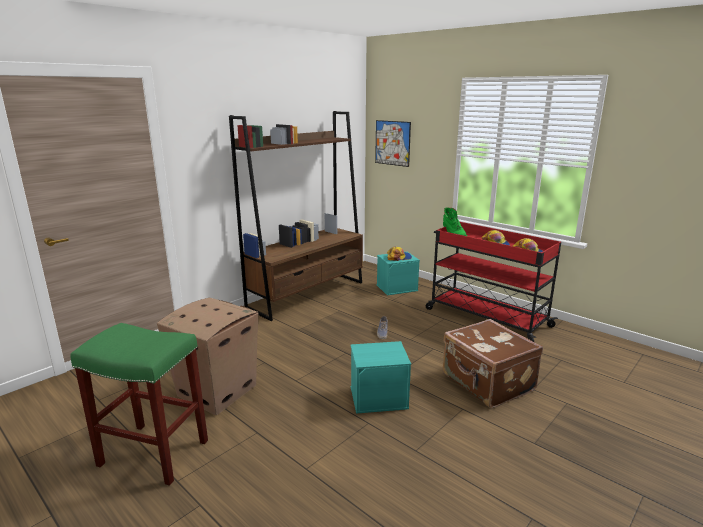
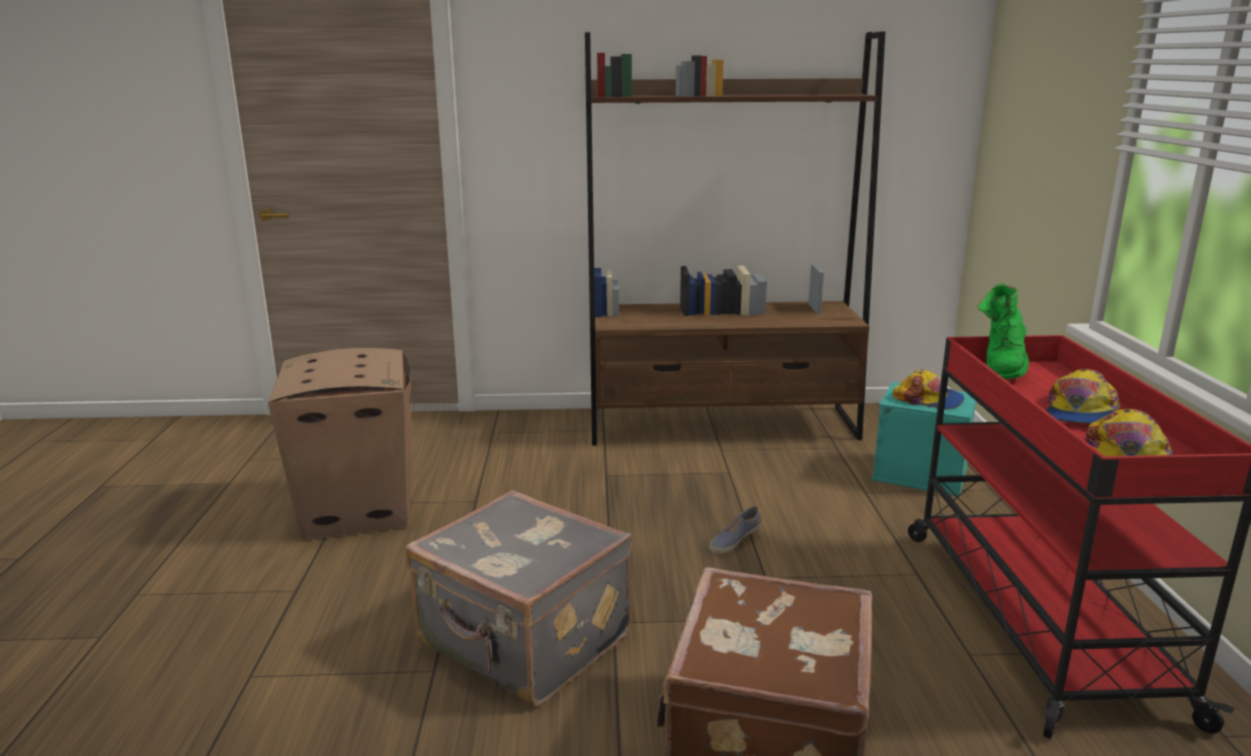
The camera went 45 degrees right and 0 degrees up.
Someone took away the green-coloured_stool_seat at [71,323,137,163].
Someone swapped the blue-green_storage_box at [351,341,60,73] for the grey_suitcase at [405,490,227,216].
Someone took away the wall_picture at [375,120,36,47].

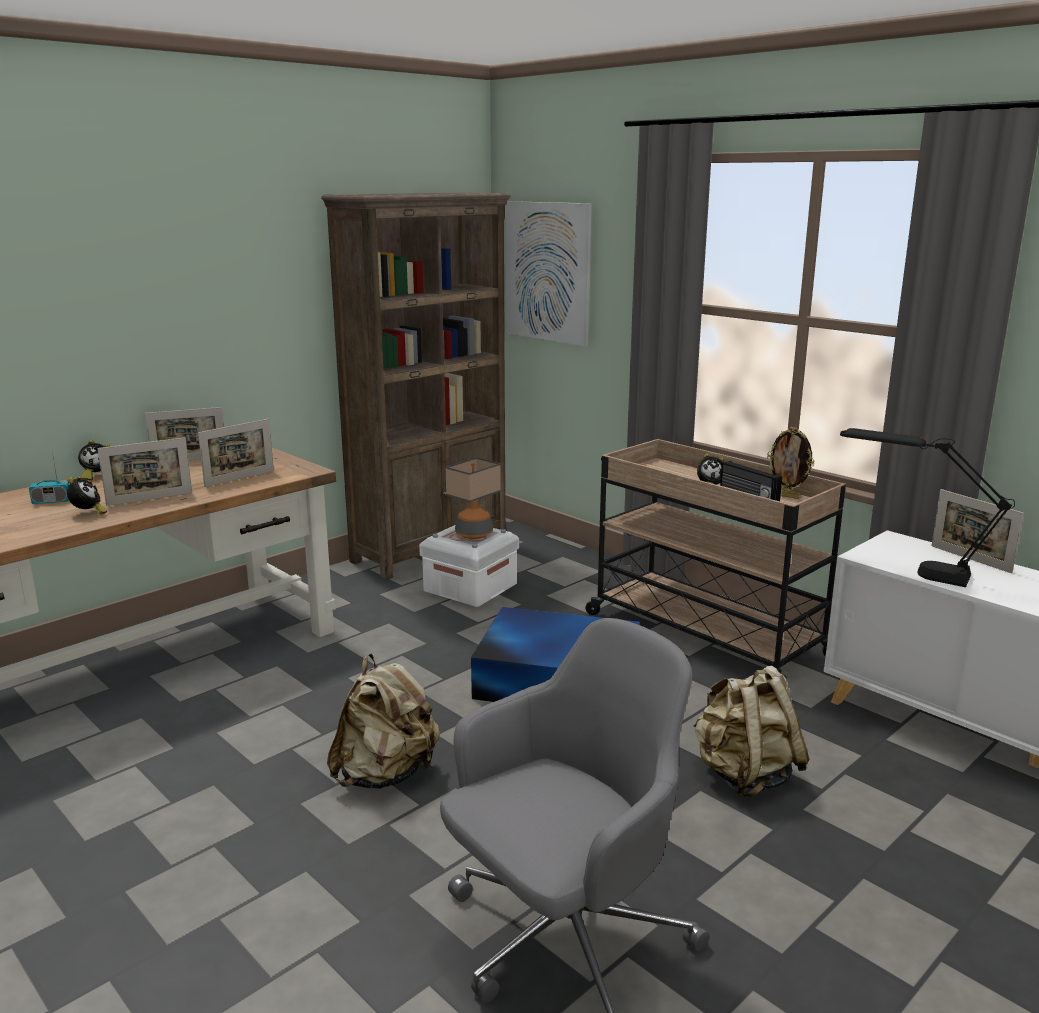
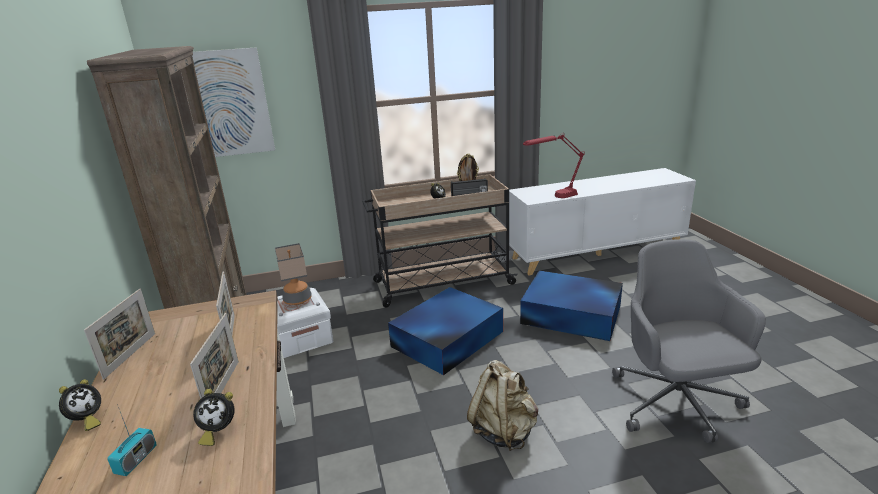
The camera went 60 degrees left and 5 degrees up.
Someone rotated the table_clock at [67,476,41,39] by 150 degrees clockwise.
Someone swapped the sand-coloured_knapsack at [693,666,116,131] for the bluish_storage_box at [520,271,103,70].
Someone repainted the blackish_lamp_for_a_table at [840,428,175,159], which became the red_lamp_for_a_table at [523,133,62,65].
Someone took away the photo_frame at [931,489,93,84].

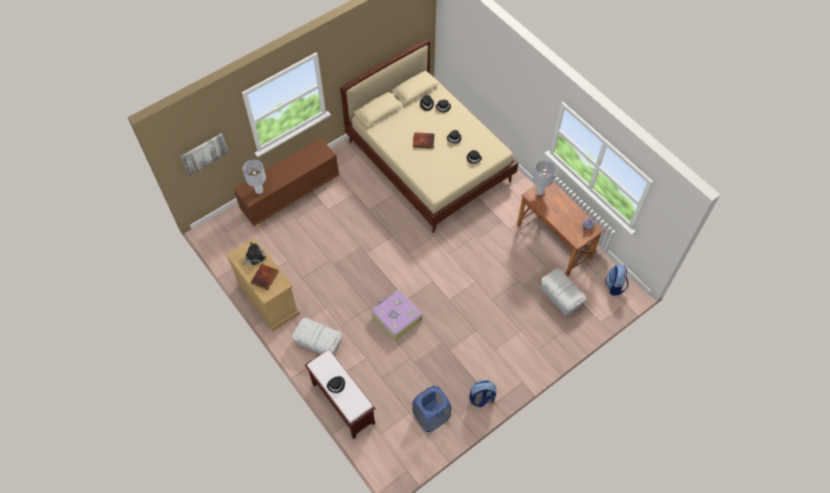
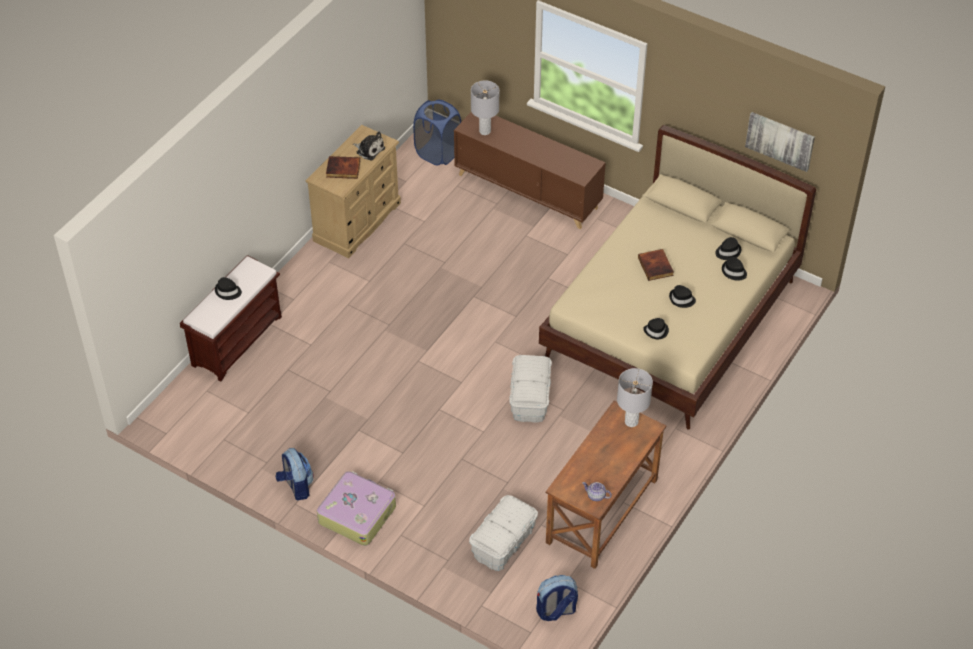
The camera went 70 degrees right and 10 degrees down.
Someone carried the wall_picture from [181,133,48,43] to [745,112,70,60].
Someone carried the white-coloured_storage_box from [293,318,49,37] to [509,355,43,68].
Someone carried the suitcase from [372,290,50,50] to [317,471,79,75].
Someone carried the bluish_laundry_basket from [412,386,39,46] to [413,100,48,66].

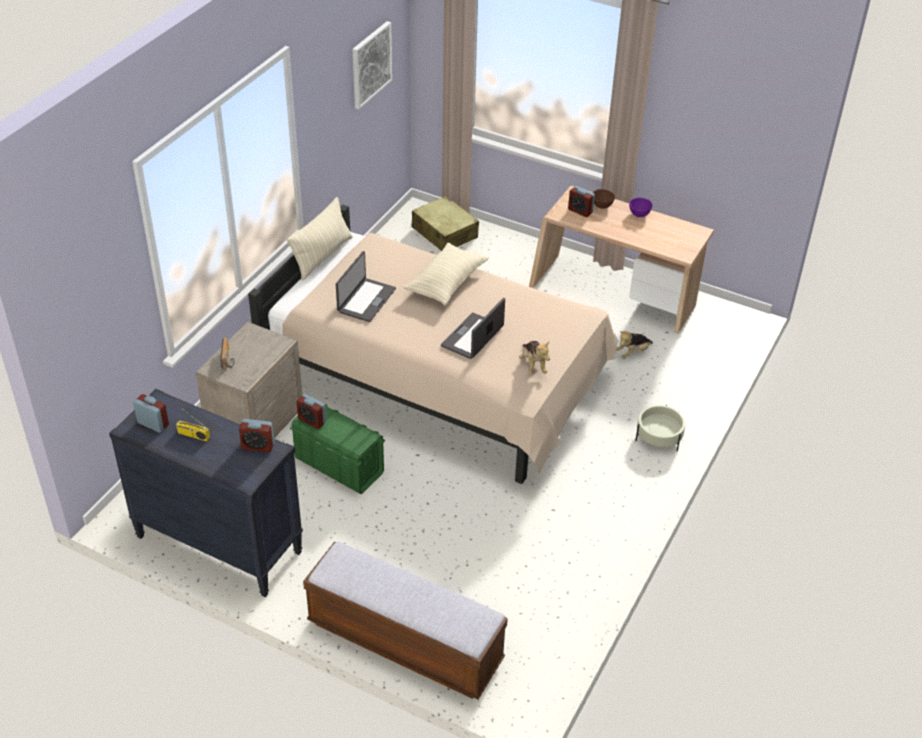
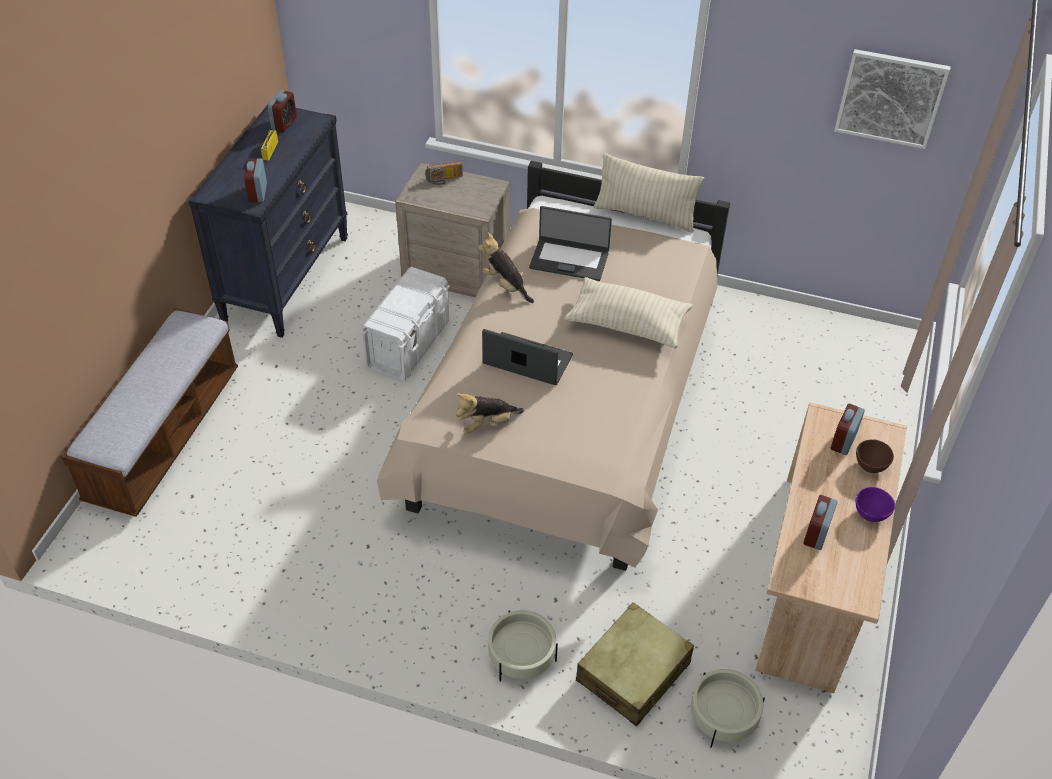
The camera went 80 degrees right and 5 degrees up.
Someone repainted the green-coloured_storage_box at [290,404,95,90], which became the white-coloured_storage_box at [359,267,91,115].
Someone carried the table_clock from [296,394,30,35] to [803,495,35,55].
Someone carried the sand-coloured_suitcase from [412,196,67,55] to [576,602,118,124].
Someone carried the cuddly_toy from [616,331,37,28] to [478,233,56,70].
Someone put down the sand-coloured_flower_pot at [691,669,74,79].

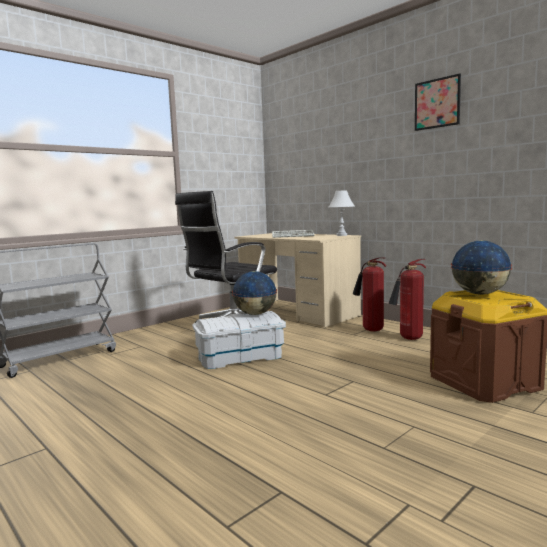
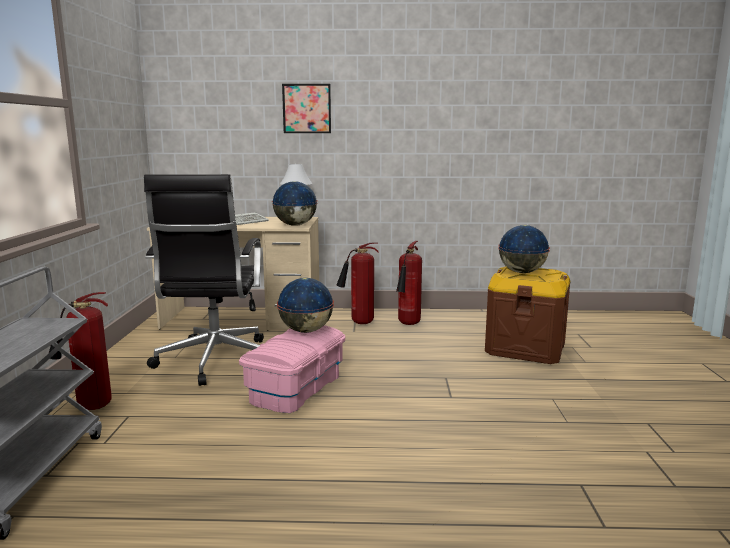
The camera went 45 degrees left and 5 degrees up.
Someone repainted the white-coloured_storage_box at [192,311,94,58], which became the pink-coloured_storage_box at [239,325,106,88].
Someone carried the wall_picture from [415,74,46,57] to [282,84,49,49].
Someone put down the extinguisher at [49,292,63,118].
Someone put down the desk_globe at [272,181,46,45].

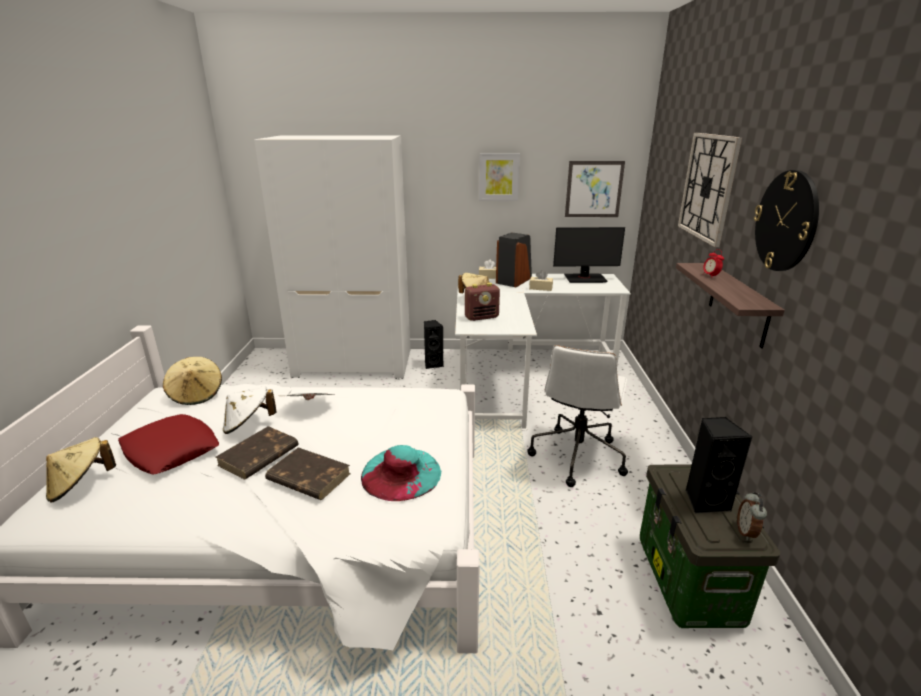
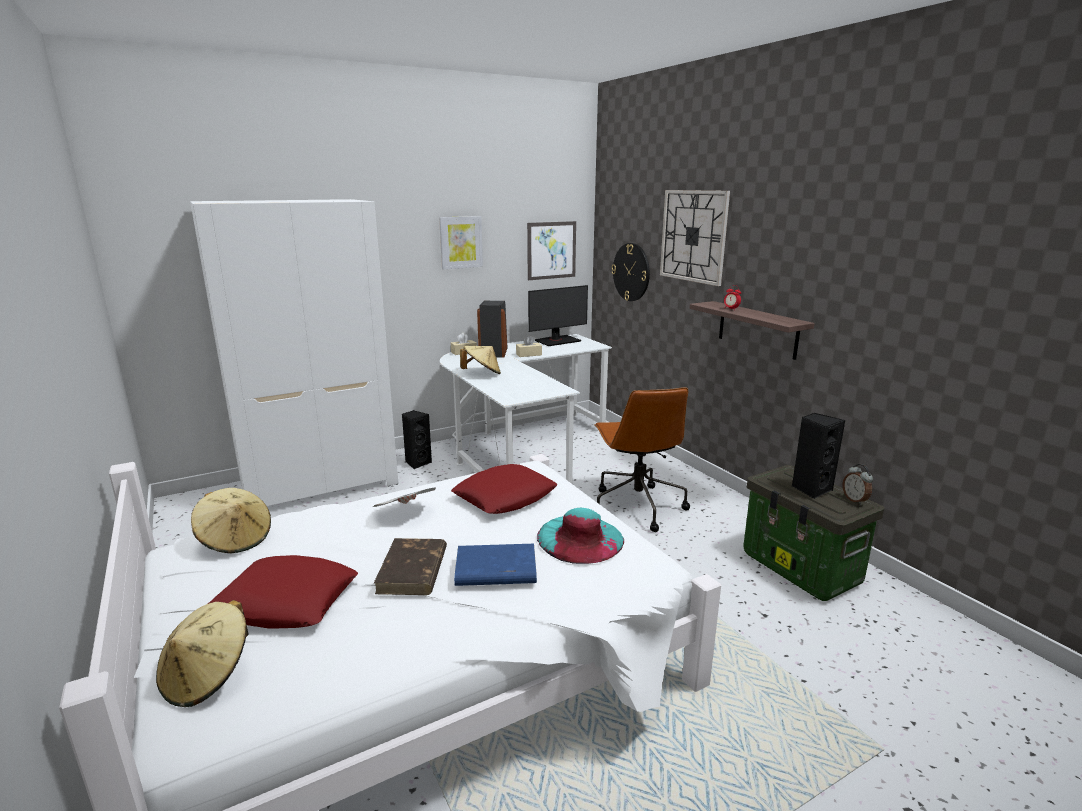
The camera went 30 degrees left and 5 degrees down.
Someone took away the white-coloured_wearable_hat at [223,386,54,48].
Someone repainted the brown_volume at [265,447,85,53], which became the bluish_volume at [454,544,83,42].
Someone took away the radio_receiver at [465,283,35,38].
Someone repainted the white-coloured_office_chair at [527,345,101,142], which became the brown_office_chair at [594,387,96,145].
Someone carried the clock_on_the_wall from [754,170,65,101] to [612,243,38,58].
Someone put down the red_cushion at [451,464,107,50].

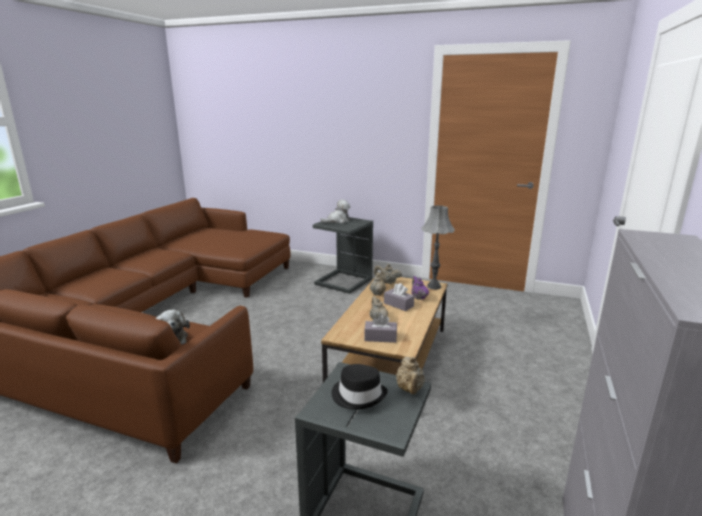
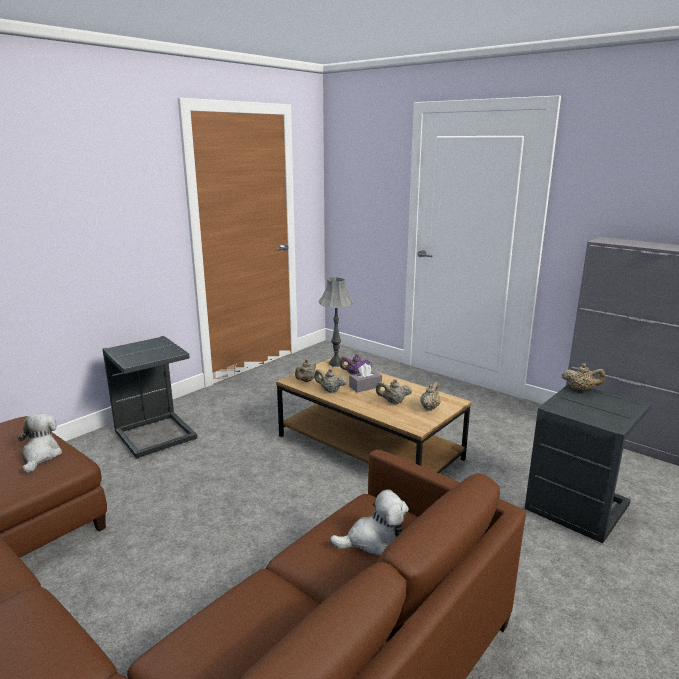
The camera went 70 degrees left and 0 degrees up.
Someone carried the cuddly_toy from [320,200,31,23] to [17,414,45,59].
Someone took away the blackish_wearable_hat at [332,364,56,46].
Someone swapped the grey_tissue_holder at [364,314,33,29] for the sand-coloured_tea_pot at [420,382,21,29].

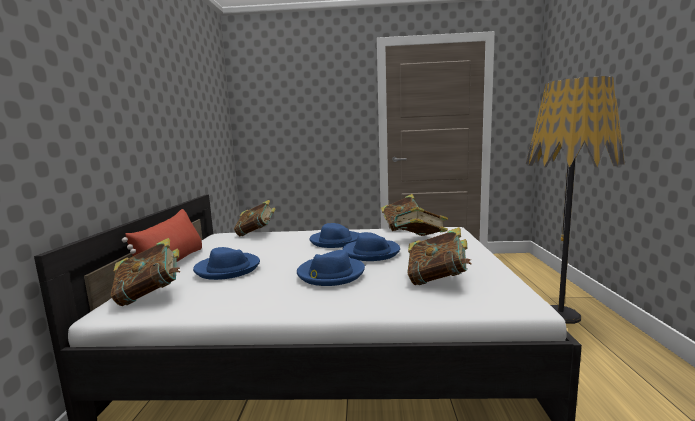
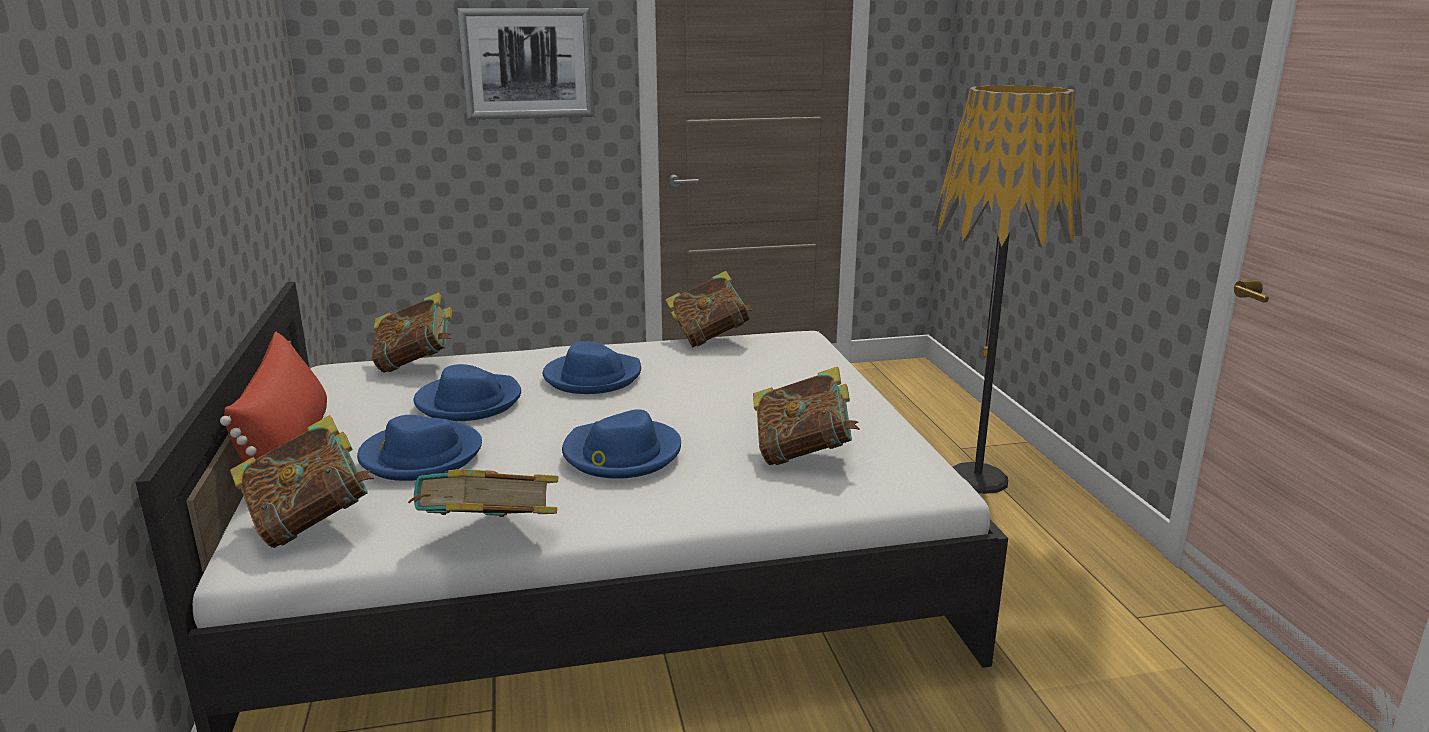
The camera went 15 degrees left and 10 degrees up.
Someone carried the bluish_wearable_hat from [342,232,58,29] to [414,364,107,57].
Someone carried the volume from [394,207,54,29] to [408,469,150,48].
Someone put up the wall_picture at [457,8,138,112].

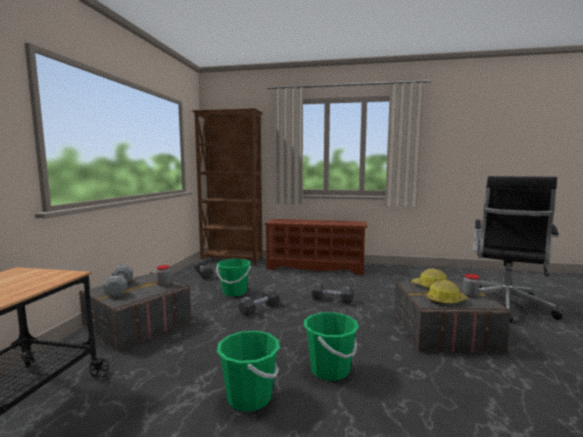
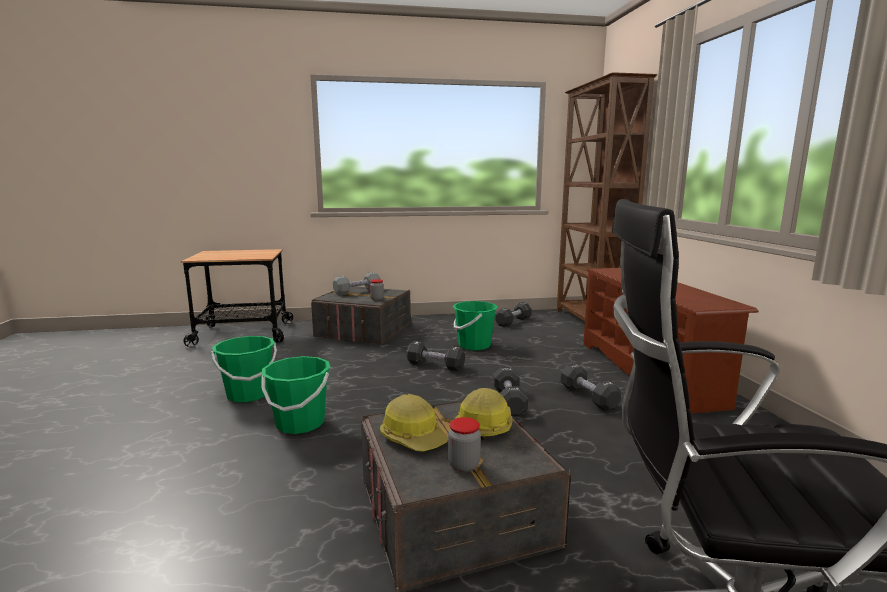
The camera went 70 degrees right and 5 degrees up.
Someone put down the blackish_hand_weight at [561,363,60,48].

